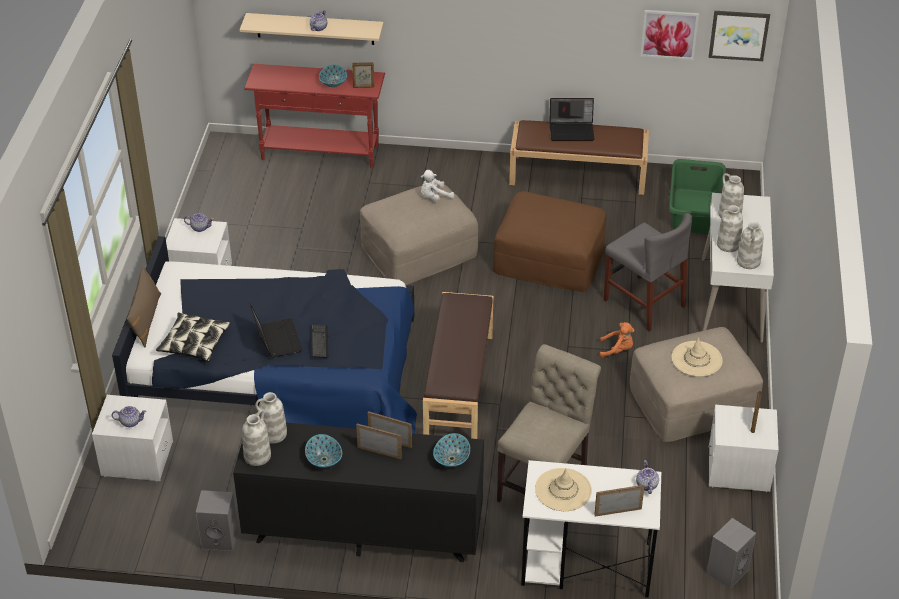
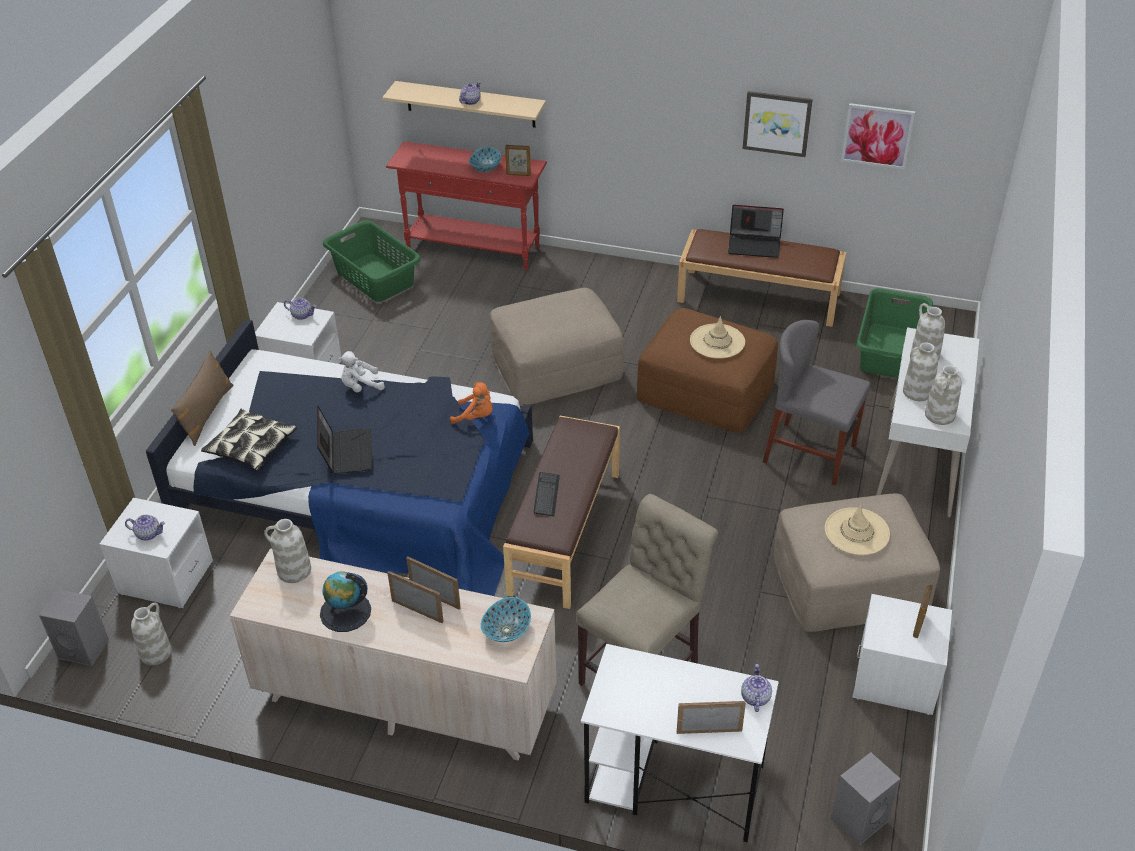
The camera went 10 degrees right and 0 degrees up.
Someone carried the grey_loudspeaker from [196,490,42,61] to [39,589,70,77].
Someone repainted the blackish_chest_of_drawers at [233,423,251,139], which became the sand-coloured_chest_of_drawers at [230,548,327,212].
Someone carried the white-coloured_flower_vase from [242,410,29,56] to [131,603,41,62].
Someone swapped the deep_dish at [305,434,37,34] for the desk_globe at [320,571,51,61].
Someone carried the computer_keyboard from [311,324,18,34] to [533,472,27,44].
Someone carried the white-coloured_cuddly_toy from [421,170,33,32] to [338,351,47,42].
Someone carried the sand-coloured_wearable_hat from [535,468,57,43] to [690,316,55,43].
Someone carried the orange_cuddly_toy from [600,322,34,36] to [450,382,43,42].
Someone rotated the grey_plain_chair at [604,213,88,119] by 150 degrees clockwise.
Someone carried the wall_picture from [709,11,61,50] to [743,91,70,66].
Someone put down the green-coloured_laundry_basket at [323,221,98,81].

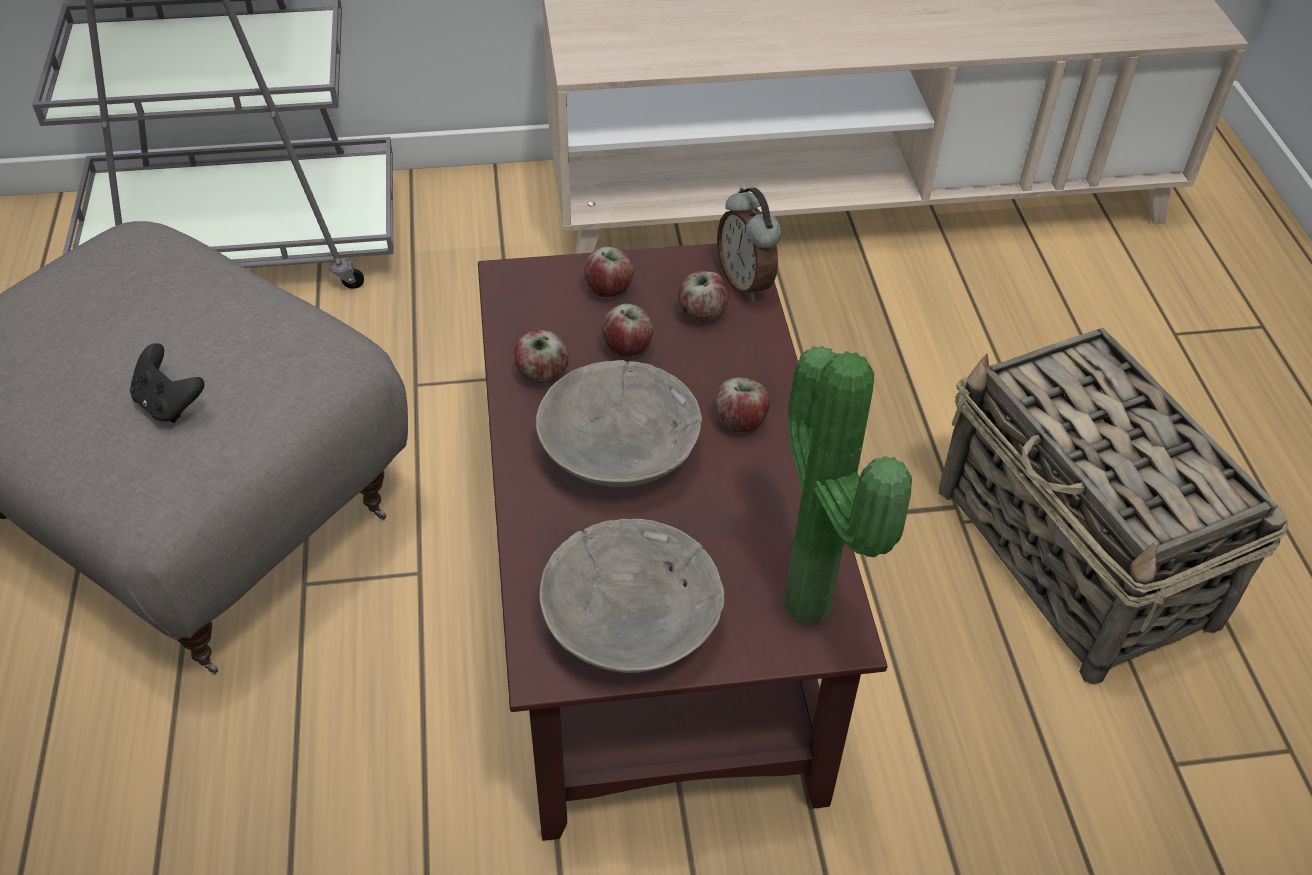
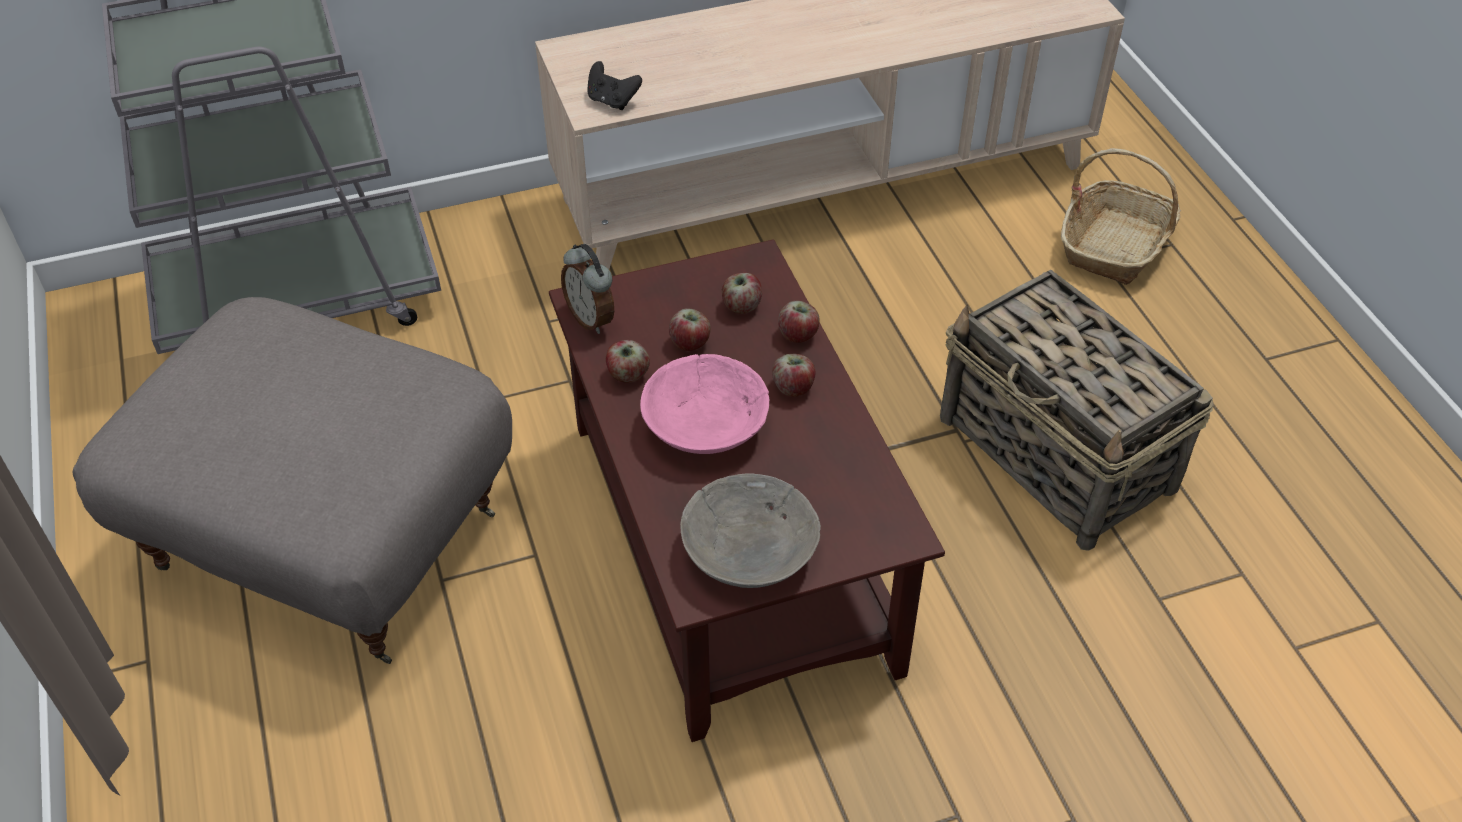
The camera went 10 degrees left and 0 degrees up.
Someone carried the blackish_joypad from [130,343,75,80] to [588,61,54,49].
Someone repainted the grey_deep_dish at [536,360,166,127], which became the pink-coloured_deep_dish at [640,354,129,100].
Someone carried the apple_fruit from [584,246,50,51] to [778,301,42,42].
Someone carried the table_clock from [717,187,65,114] to [561,244,53,90].
Someone took away the potted_plant at [784,346,128,279].
Someone put down the storage_basket at [1061,148,120,137].

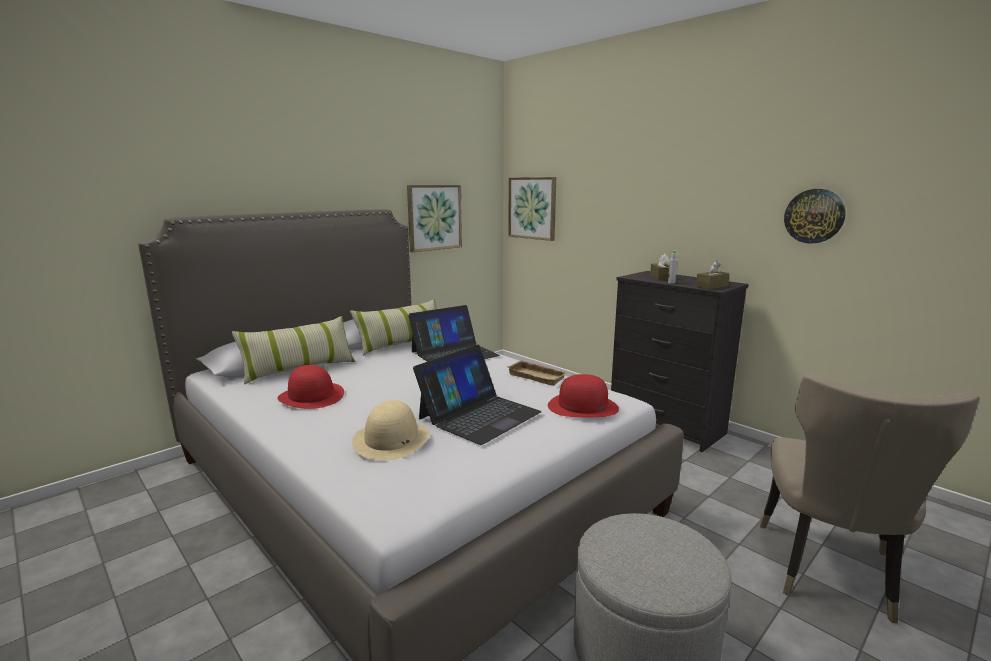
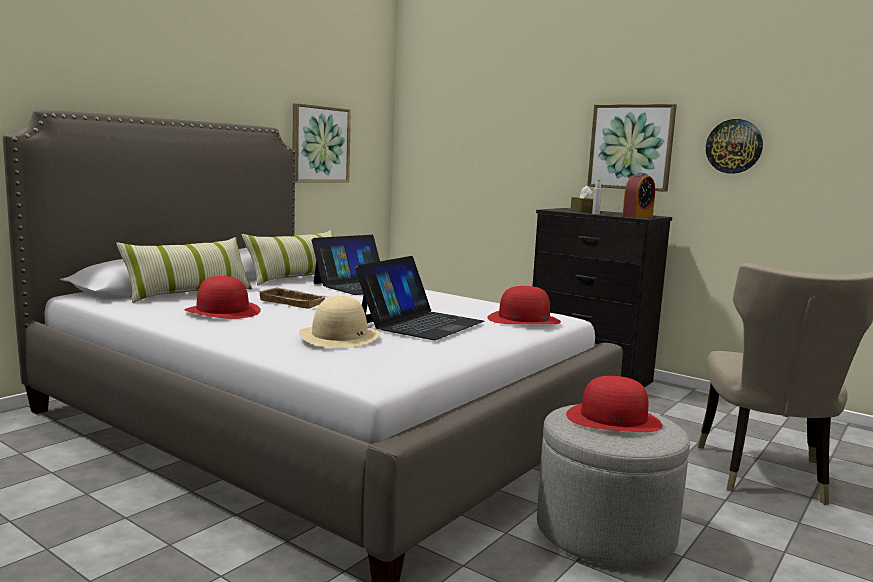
The camera went 10 degrees left and 5 degrees down.
Someone carried the sand-coloured_tray from [507,360,62,26] to [258,287,70,22].
Someone carried the wall_picture from [508,177,48,64] to [587,104,90,88].
Someone swapped the brown_tissue_holder at [696,261,34,28] for the table_clock at [622,173,33,45].
Someone put down the red_wearable_hat at [566,376,96,56].

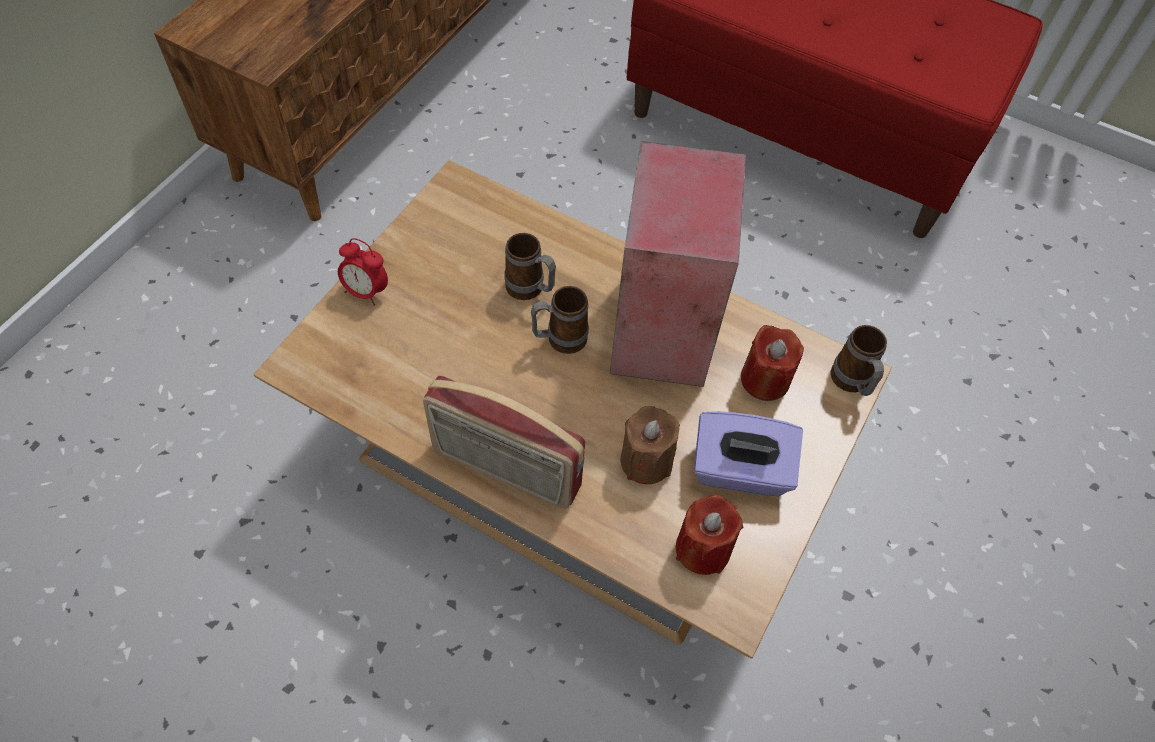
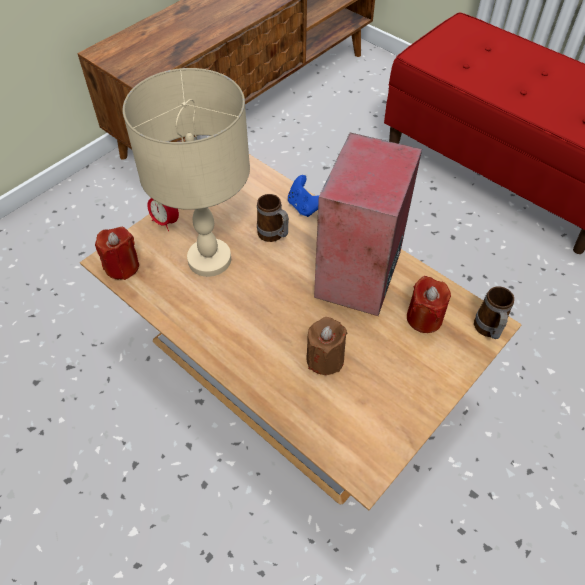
The camera went 15 degrees right and 5 degrees down.
Someone took away the radio_receiver at [423,376,162,133].
Someone took away the coffee_mug at [531,286,58,68].
Someone carried the red_candle from [676,495,67,80] to [95,227,44,53].
Someone took away the purple-coloured_tissue_holder at [694,411,109,85].
Someone put down the sand-coloured_lamp_for_a_table at [123,68,127,209].
Someone put down the bluish_joypad at [288,175,31,42].

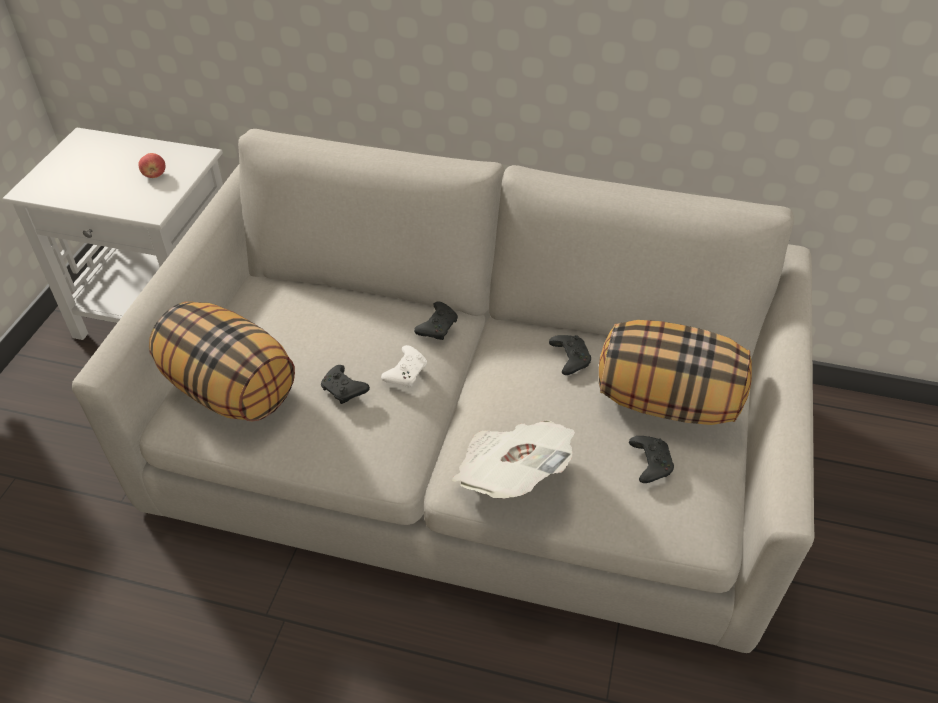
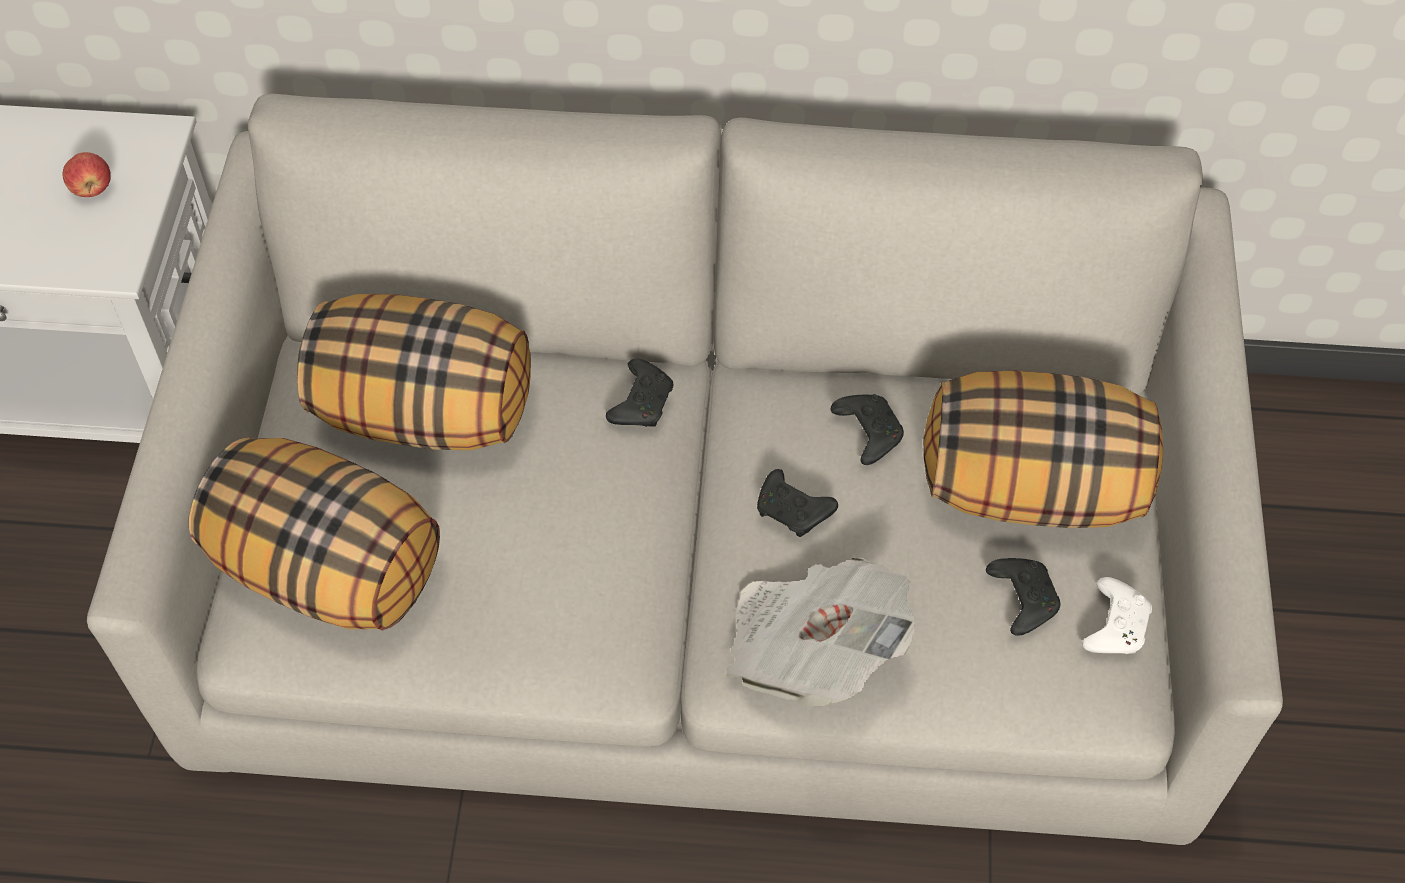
The camera went 10 degrees left and 10 degrees up.
Someone carried the blackish_joypad from [321,365,49,39] to [757,469,81,68].
Someone carried the white-coloured_joypad from [381,345,46,42] to [1082,577,70,77].
Someone put down the cushion at [297,294,234,156].

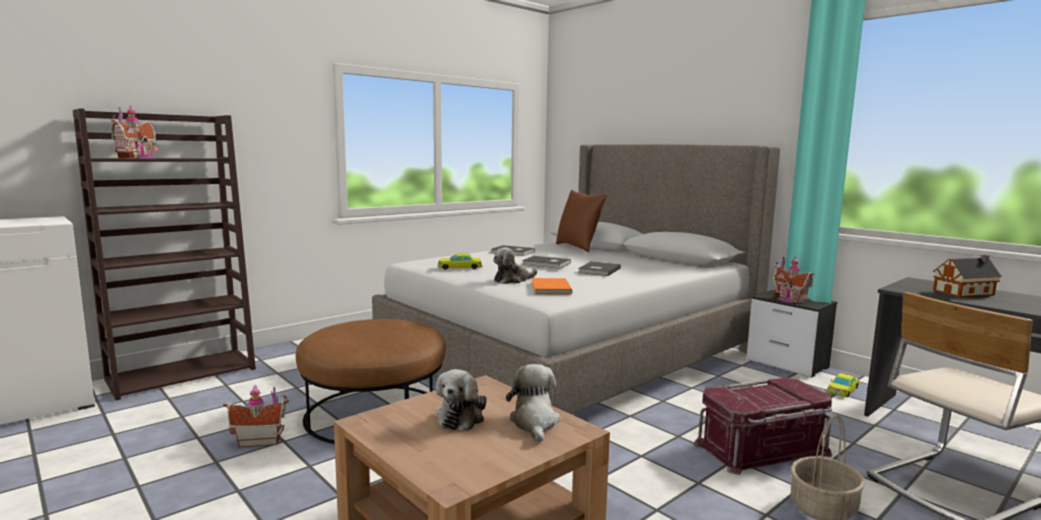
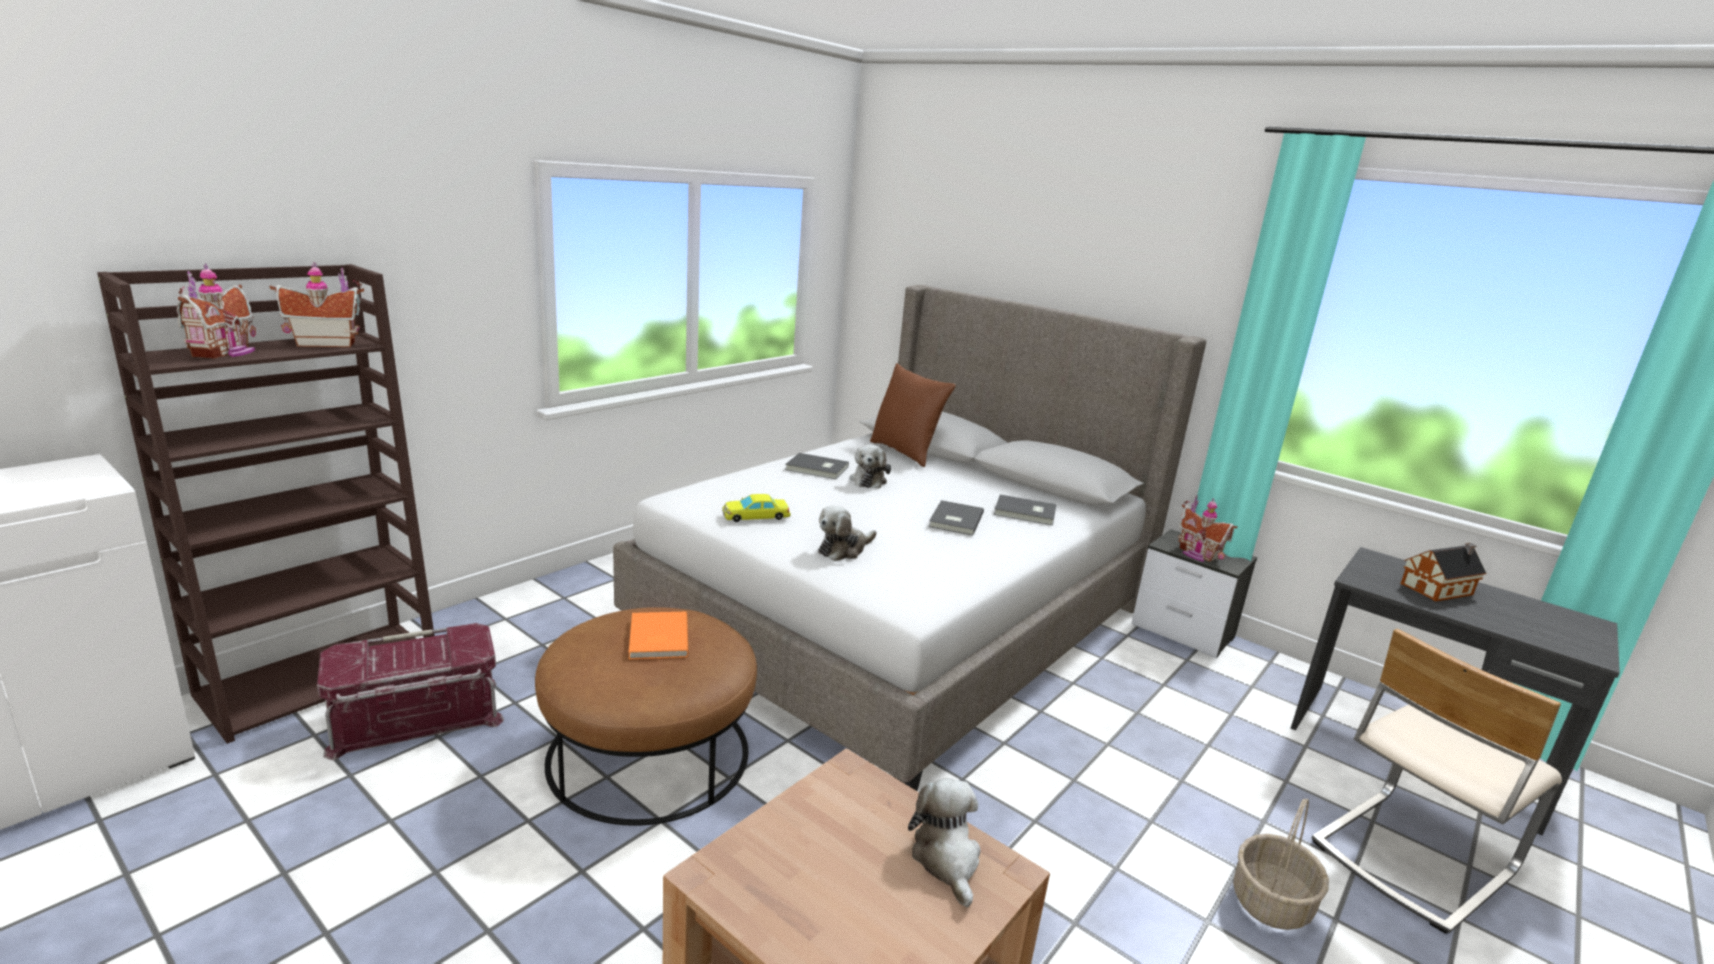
The camera went 10 degrees left and 10 degrees up.
Someone carried the toy_house from [223,385,66,62] to [270,262,94,85].
Someone carried the cuddly_toy from [435,369,52,62] to [849,444,42,45].
Someone carried the grey_volume from [522,256,49,13] to [994,495,63,30].
Someone carried the orange_volume from [531,278,42,16] to [629,612,59,47].
Someone carried the red_storage_box from [694,377,138,98] to [317,623,187,137].
Someone took away the yellowish_toy_car at [827,373,32,24].

